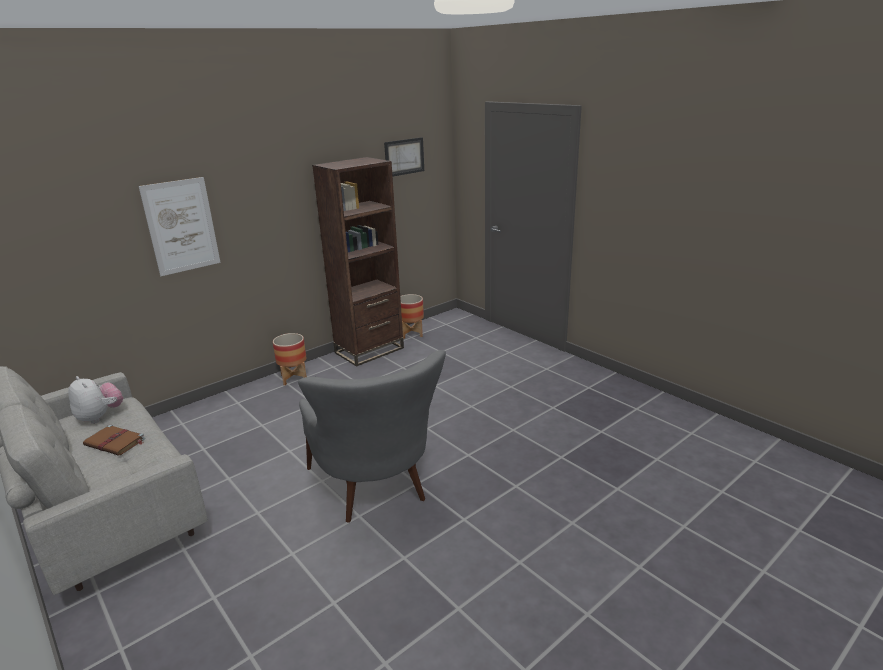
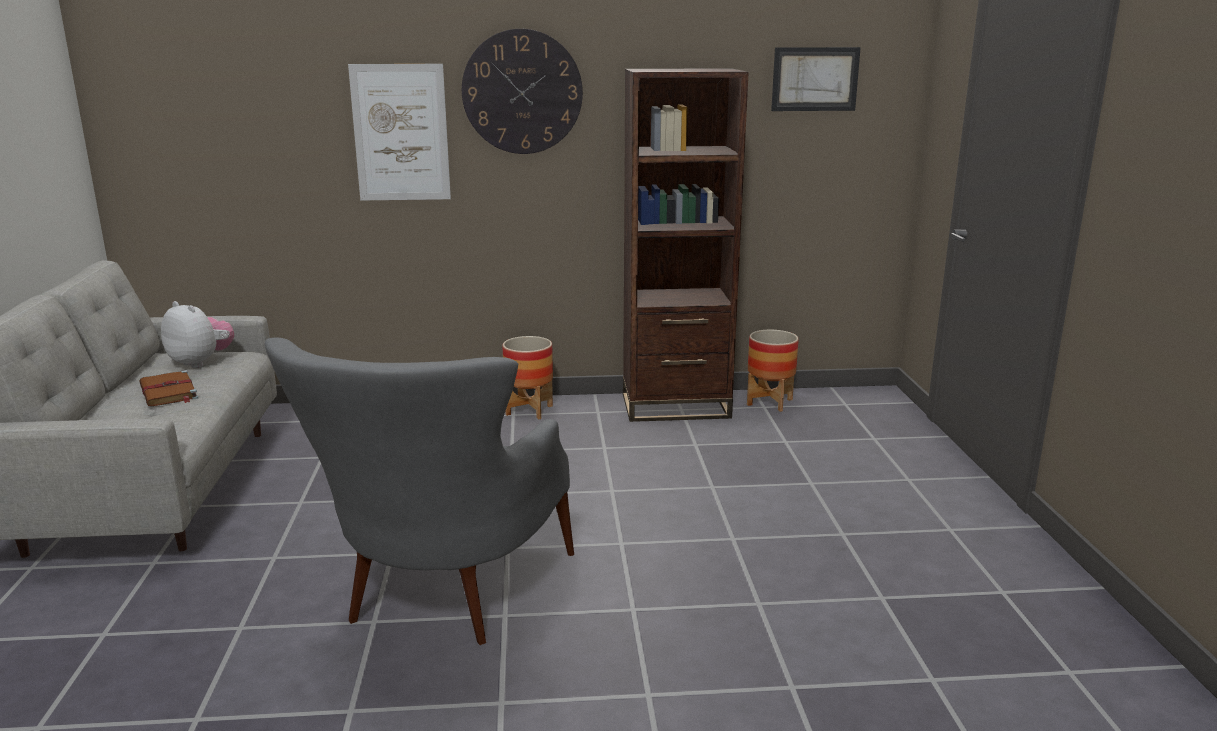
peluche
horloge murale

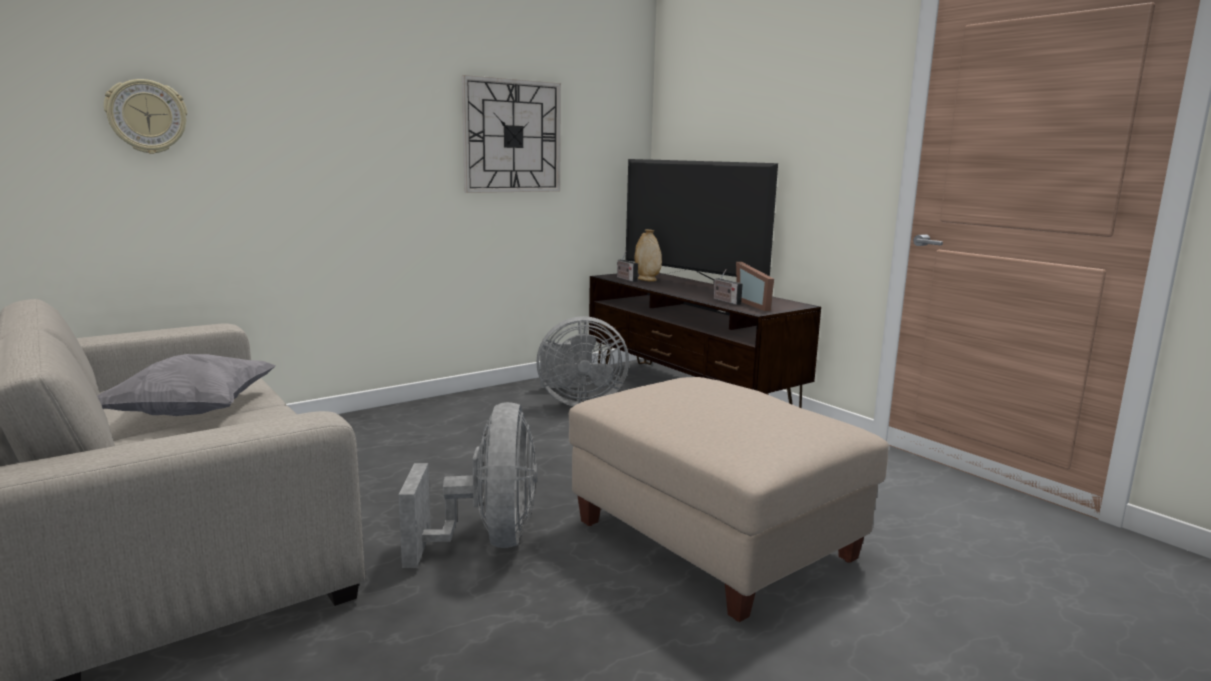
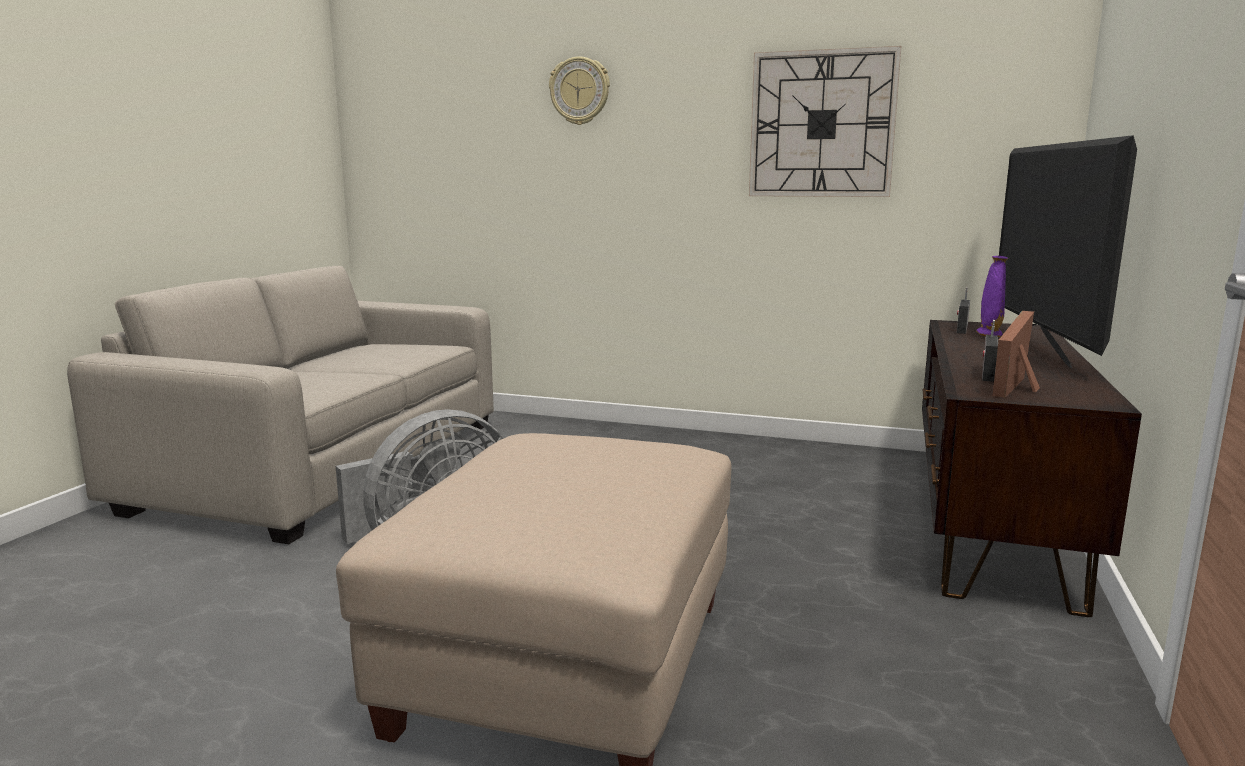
horloge murale (1st from left)
vase [violet]
coussin [gris]
ventilateur [gris] (2nd from left in the first image)

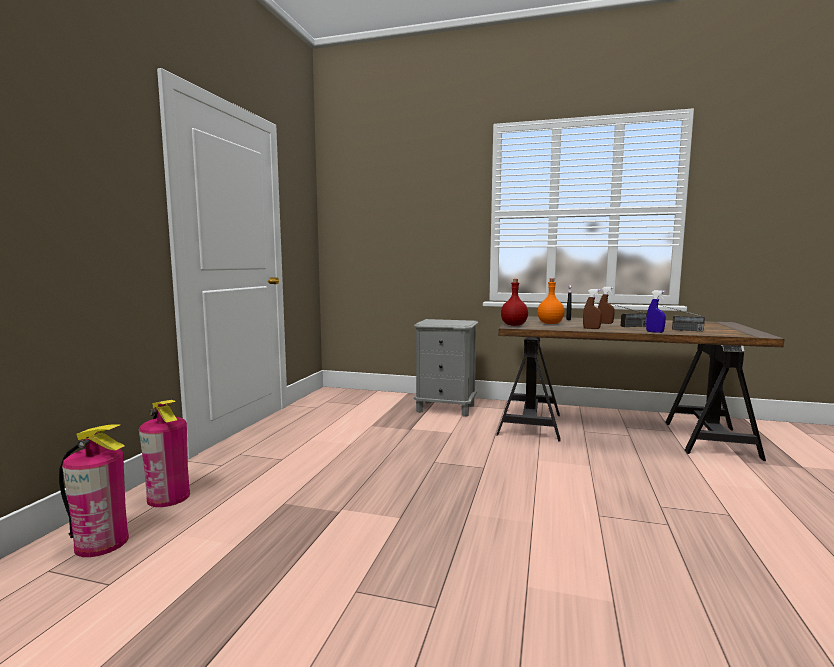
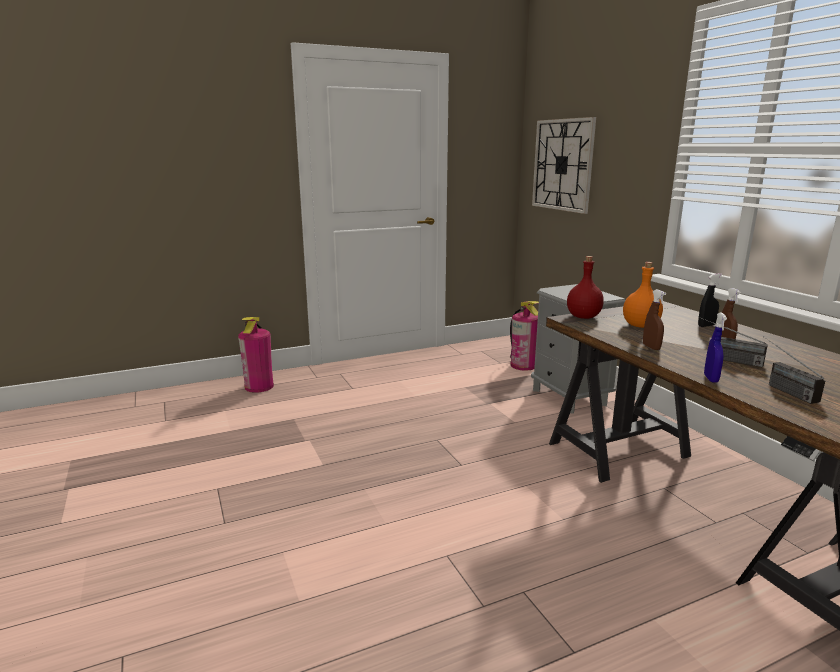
extincteur (2nd from left)
horloge murale

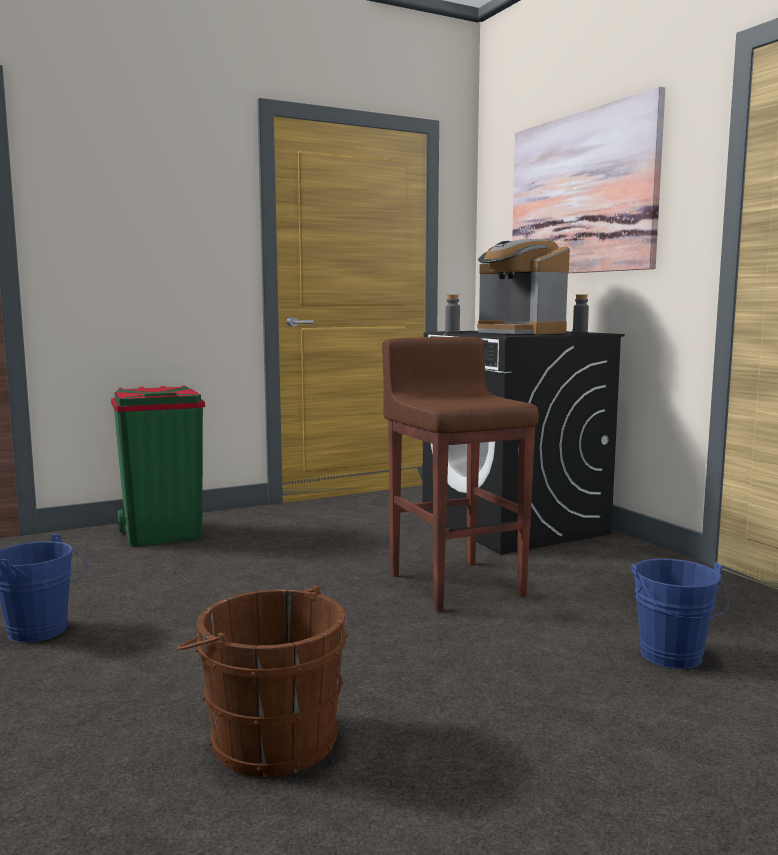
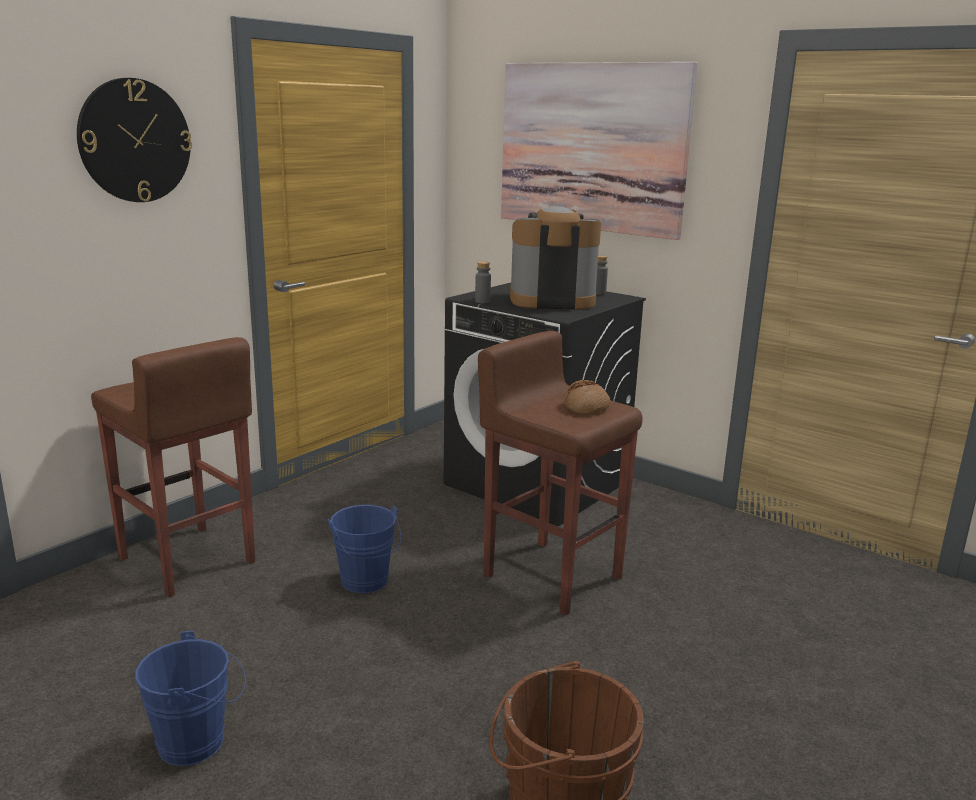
horloge murale
tabouret [marron] (1st from left)
seau [bleu] (2nd from left)
machine à café
pain

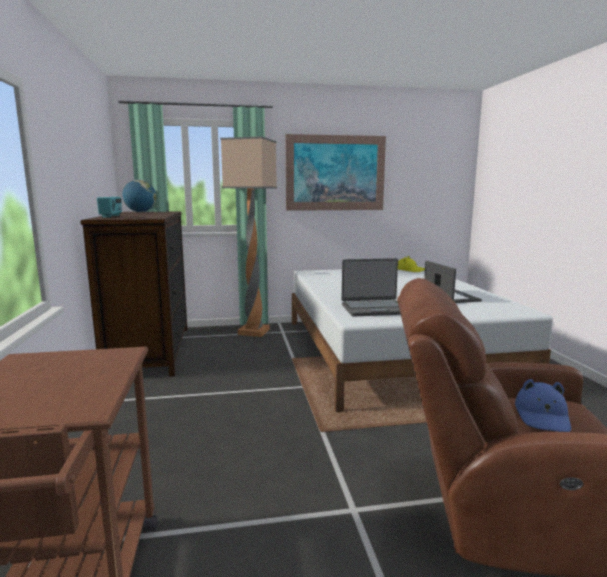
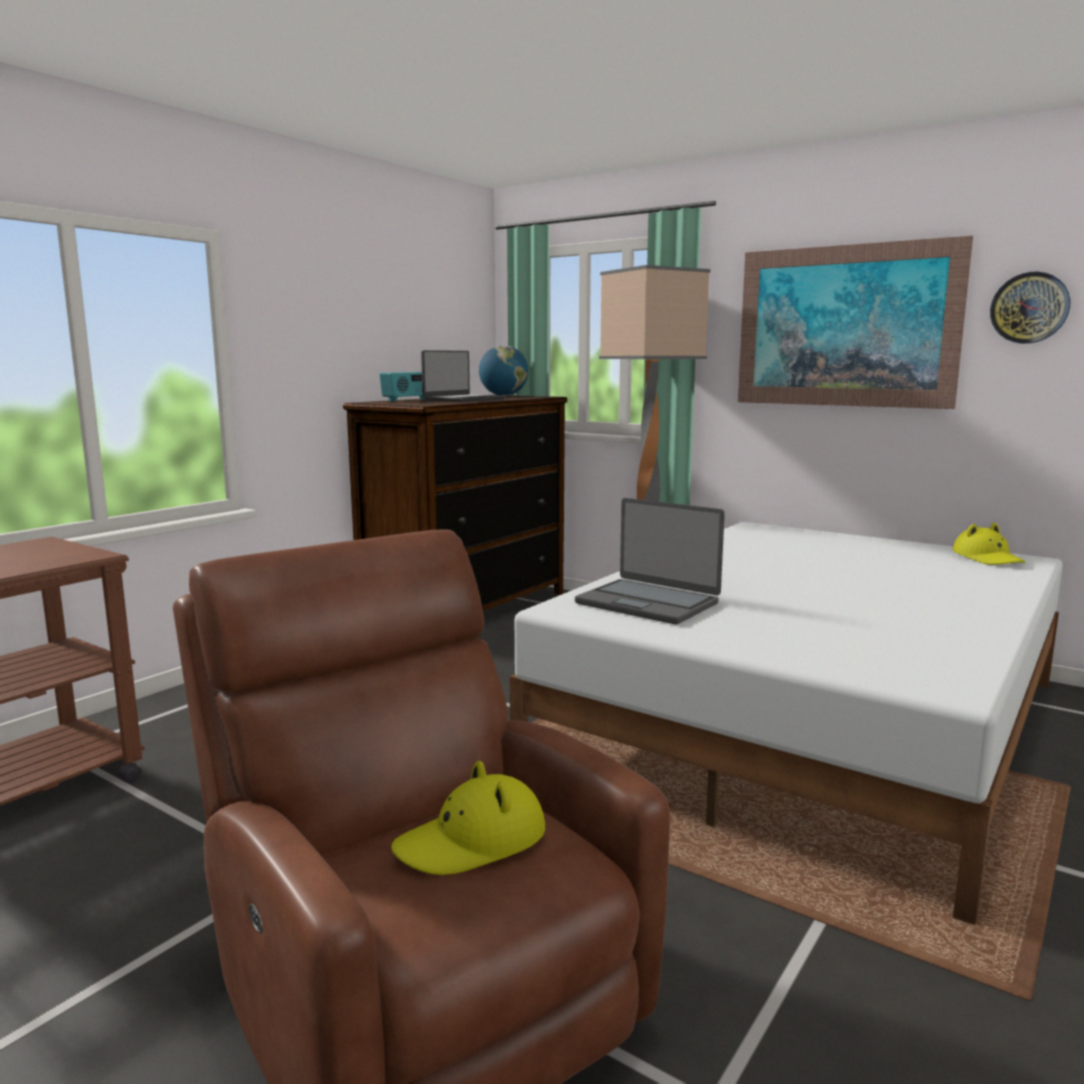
chapeau [jaune] (1st from left)
ordinateur portable (1st from left)
horloge murale

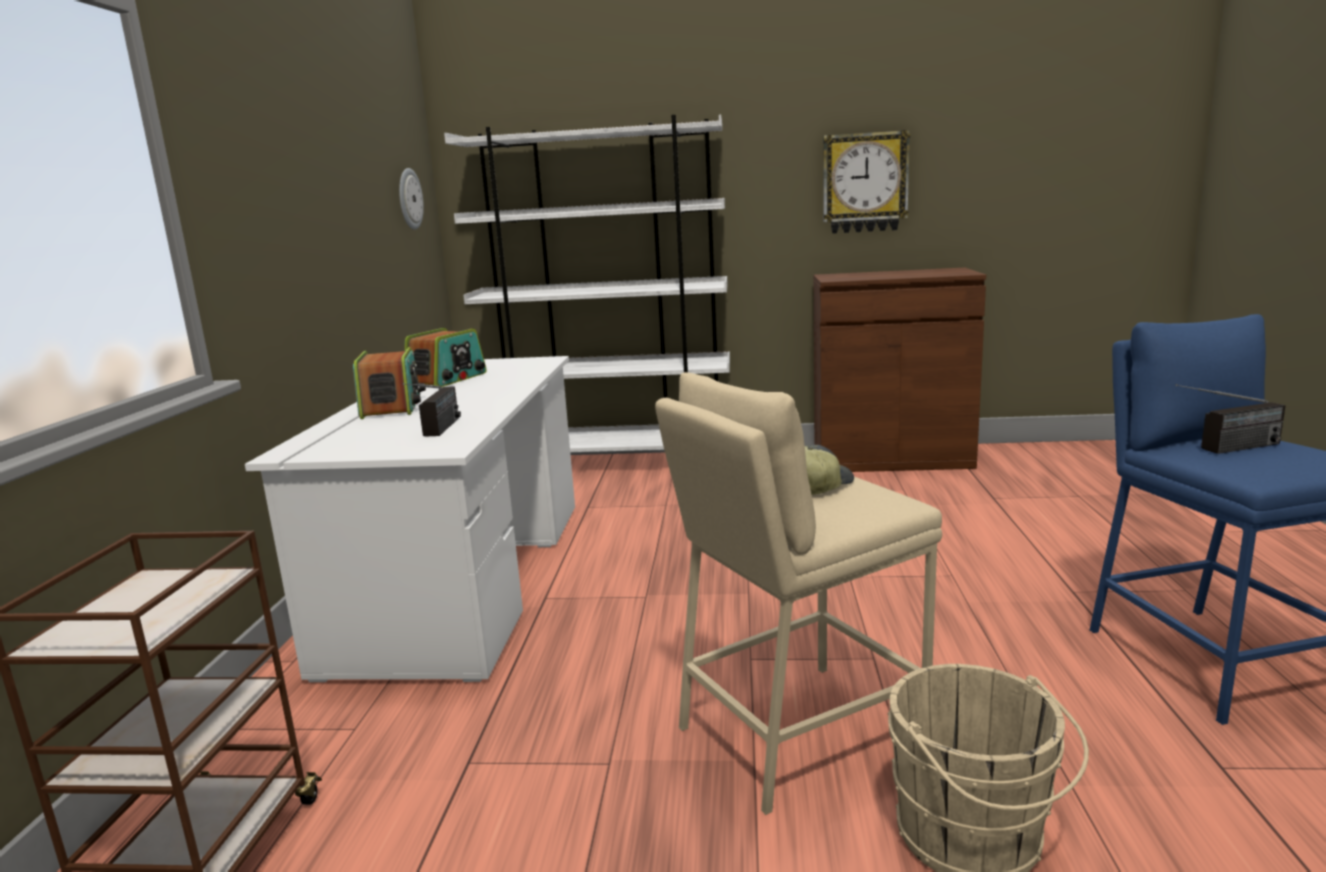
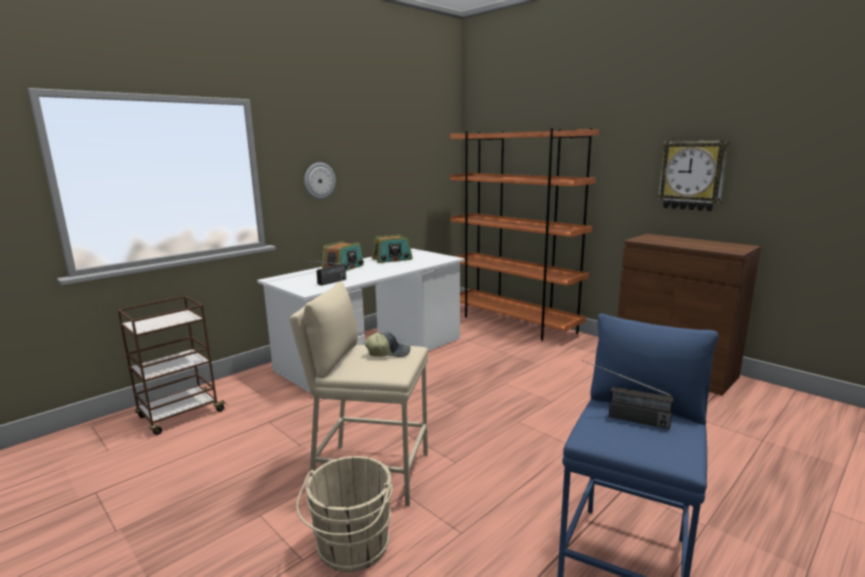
horloge murale (1st from left)
bibliothèque [orange]

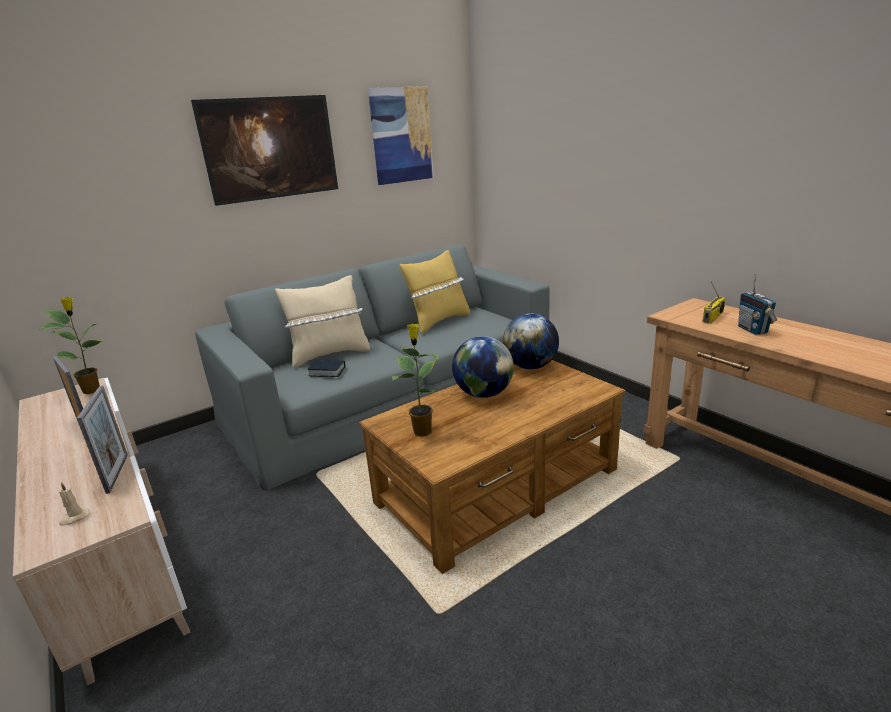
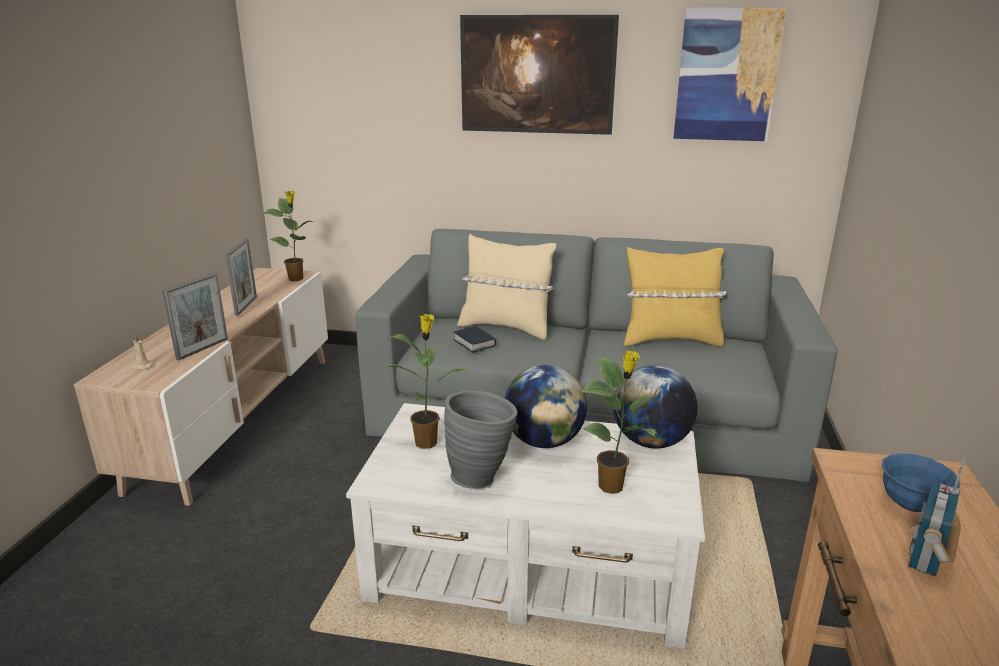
table basse [blanc]
vase [gris]
plante en pot (3rd from left)
bol [bleu]

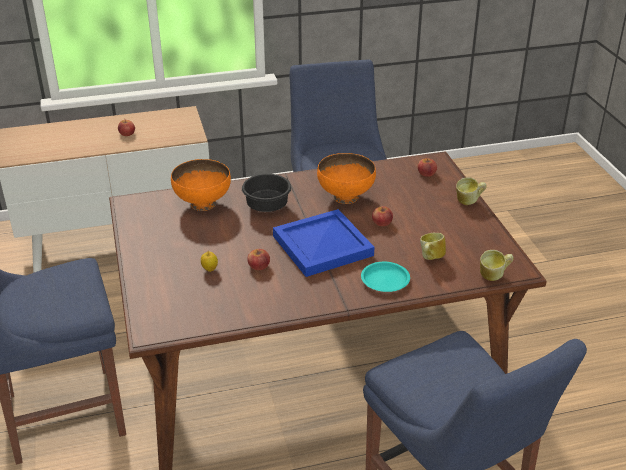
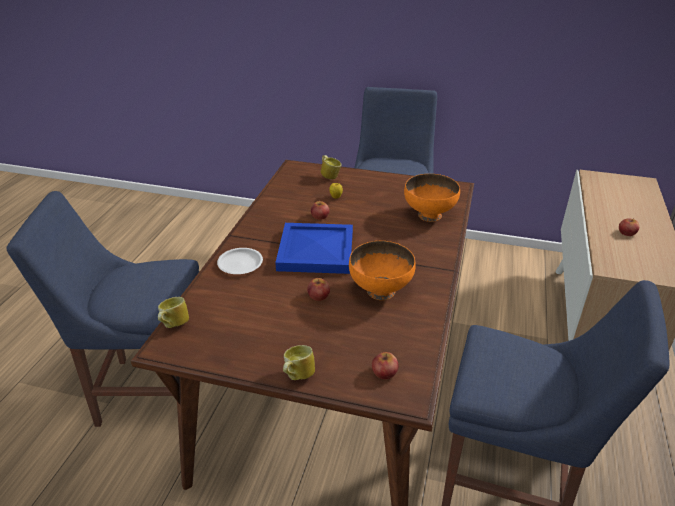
assiette [blanc]
mug (3rd from left)
bol [noir]

